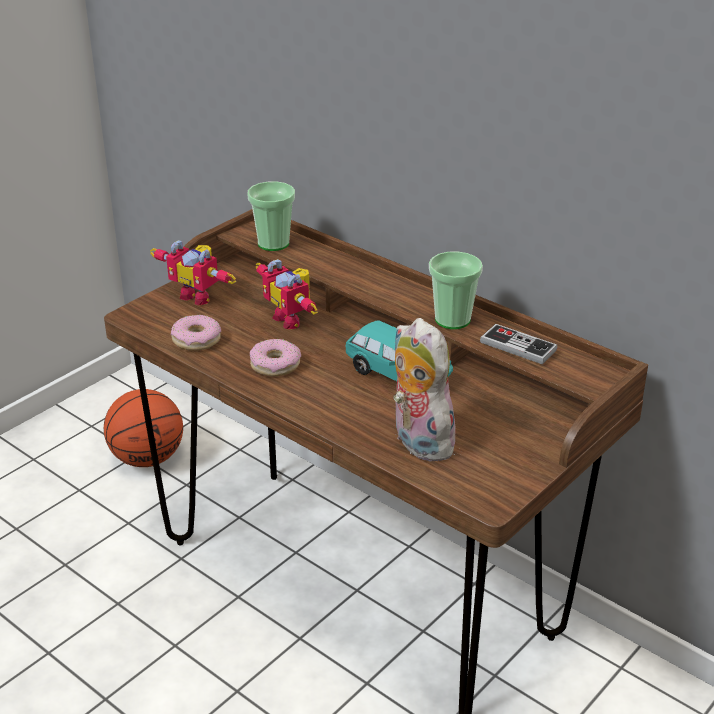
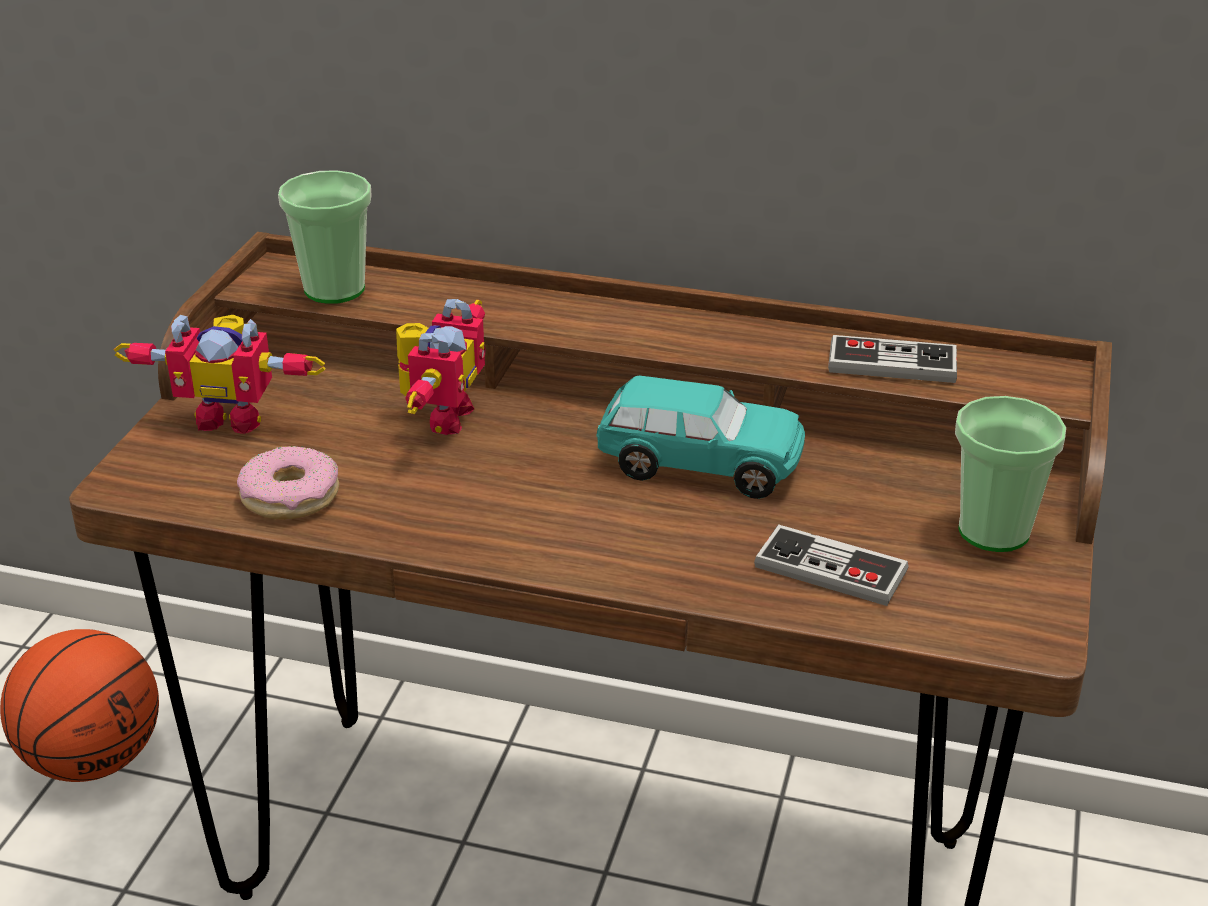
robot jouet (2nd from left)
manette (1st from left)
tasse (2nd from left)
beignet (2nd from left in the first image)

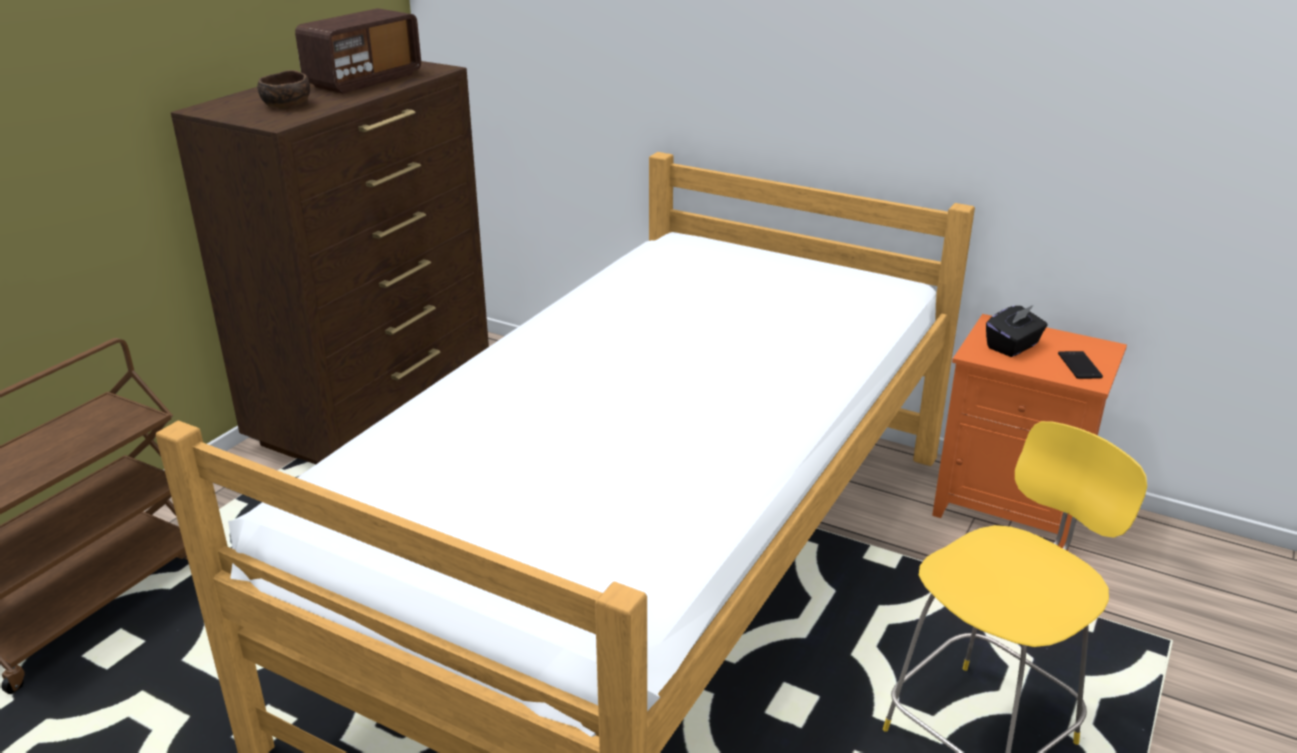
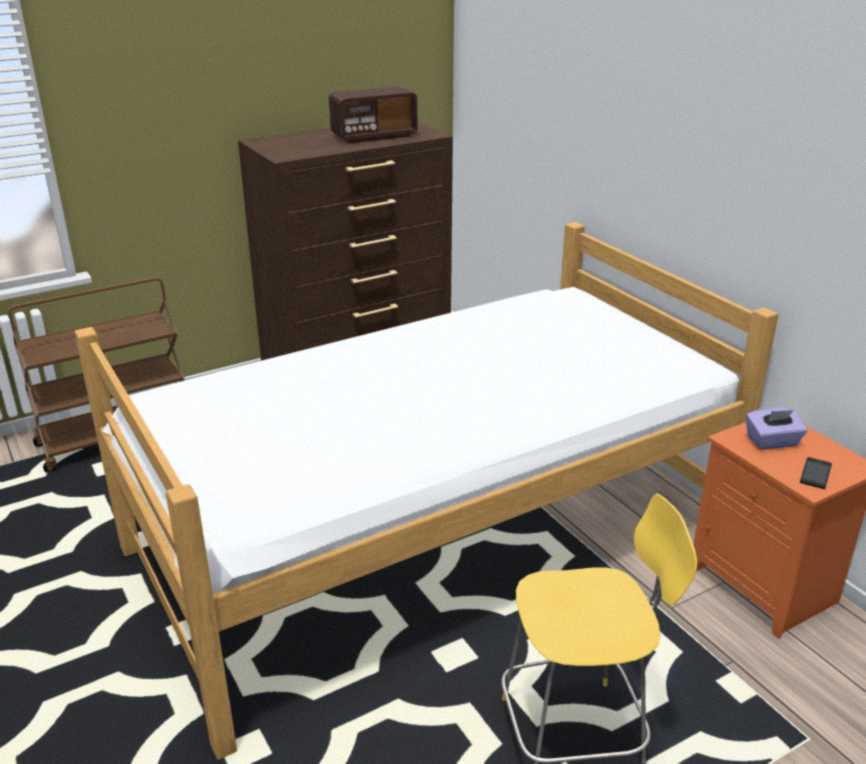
boîte à mouchoirs [violet]
bol [marron]

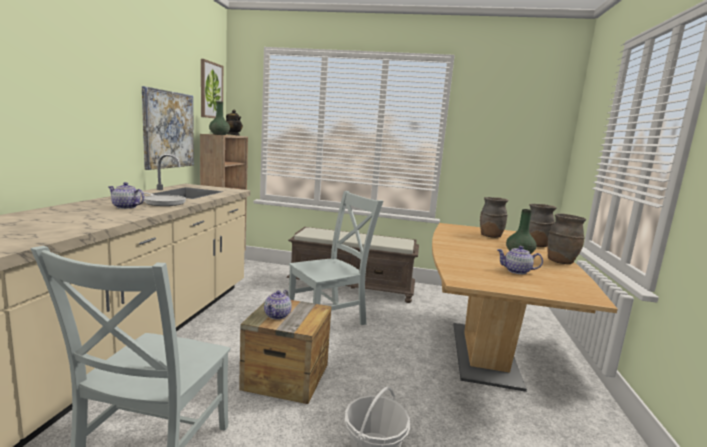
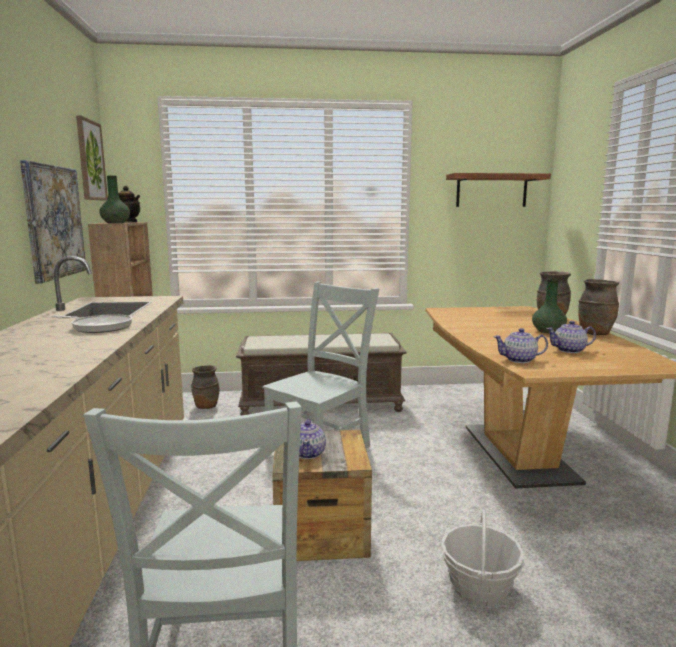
vase [marron] (1st from left)
étagère
théière (3rd from left)

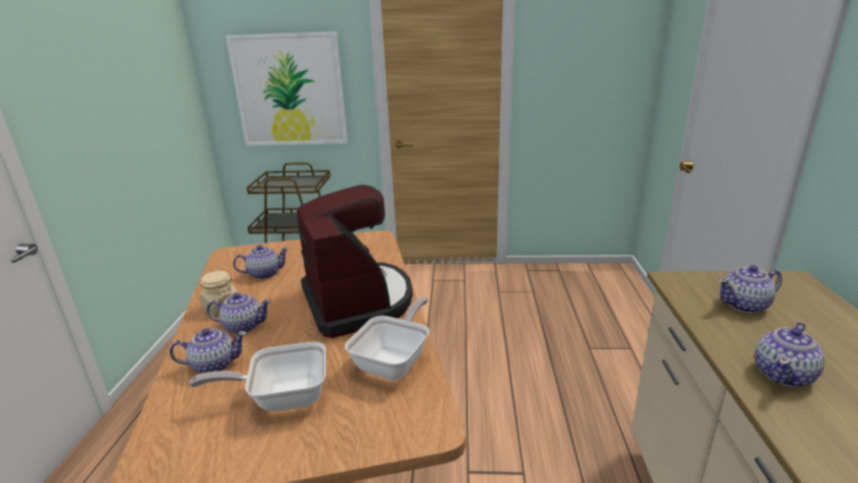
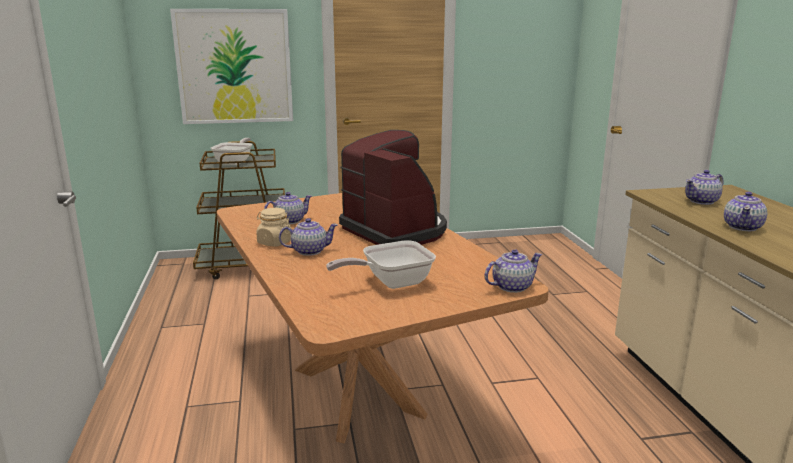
poêle (1st from left)
théière (3rd from left)

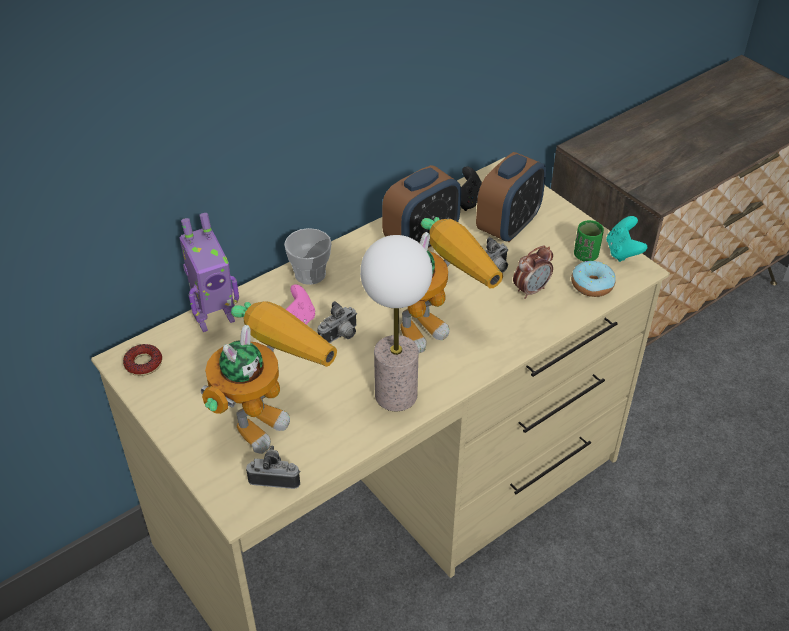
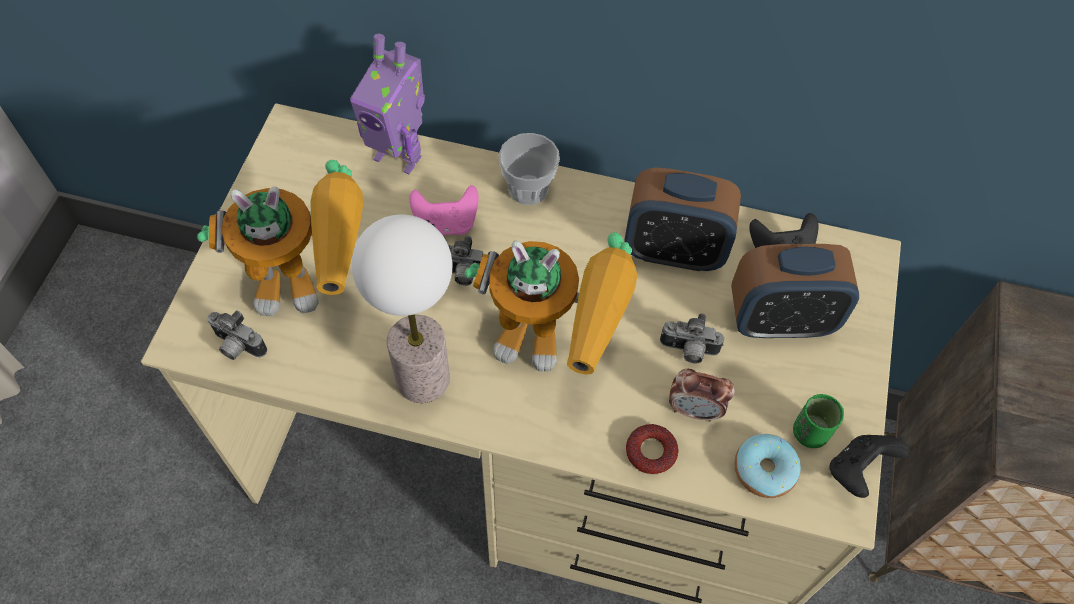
appareil photo (1st from left)
beignet (1st from left)
manette [noir] (2nd from left)

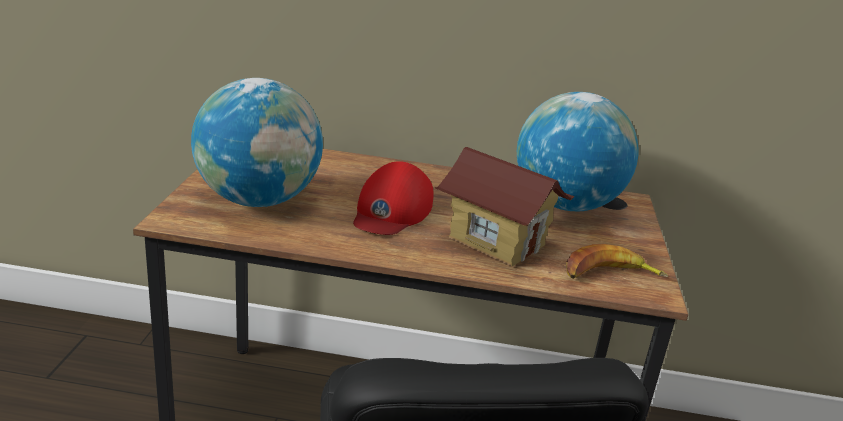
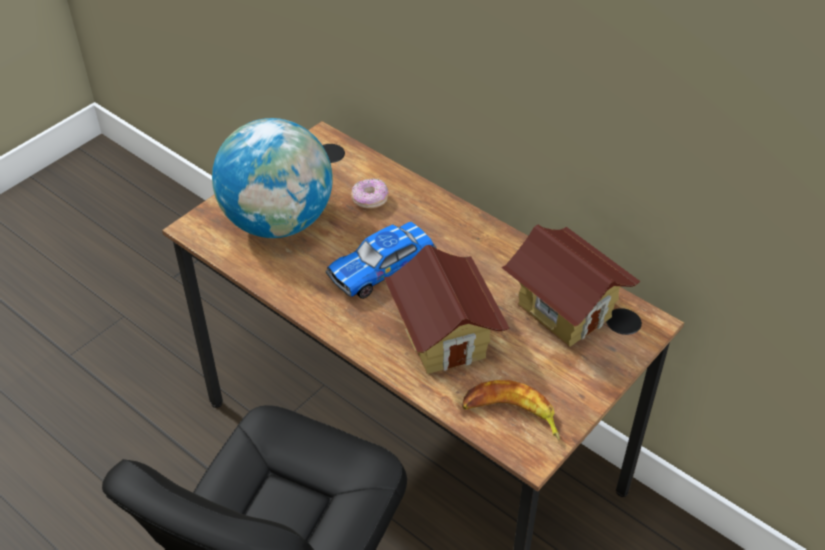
petite voiture
beignet
maison miniature (2nd from left)

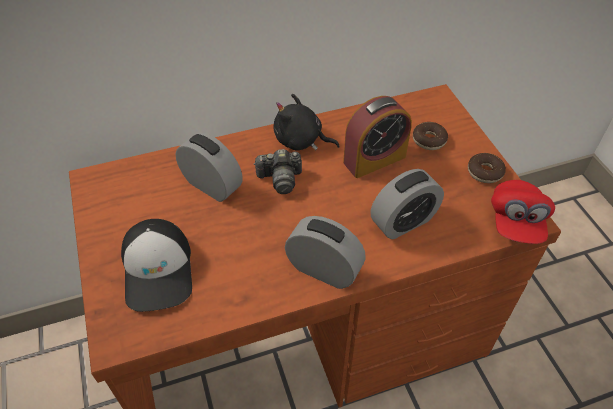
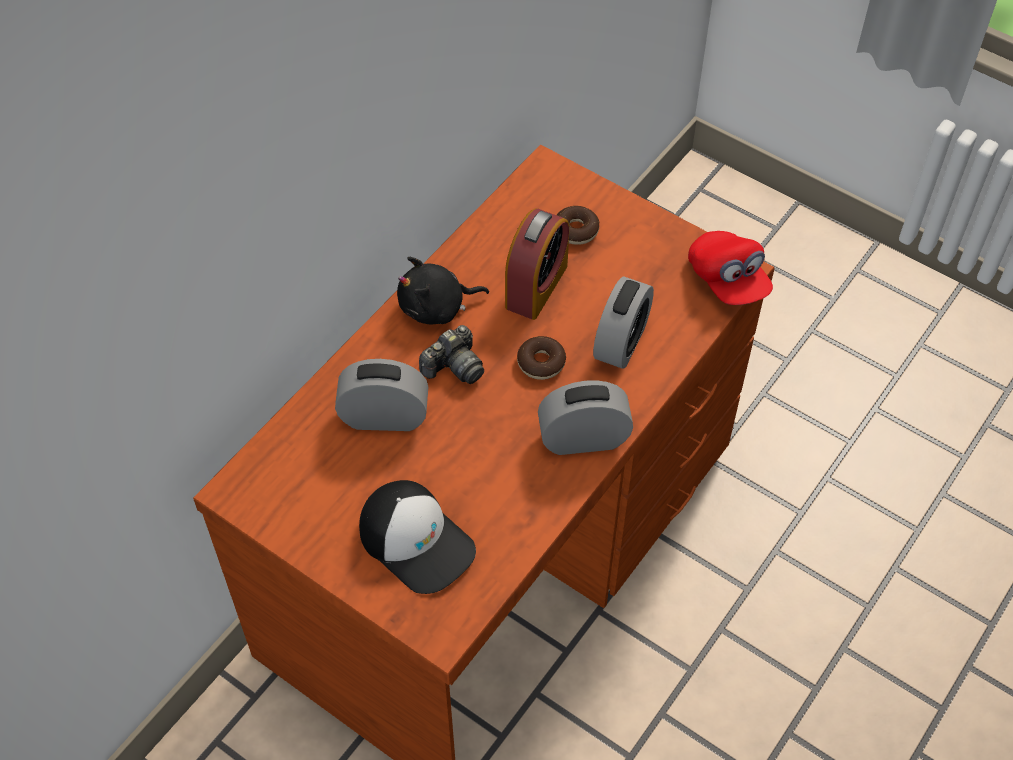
beignet (1st from left)

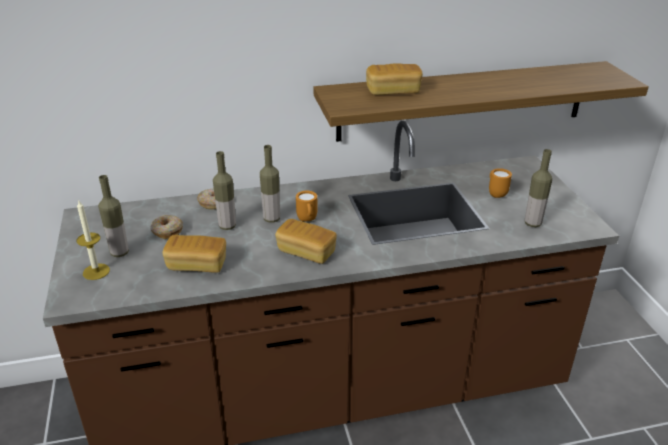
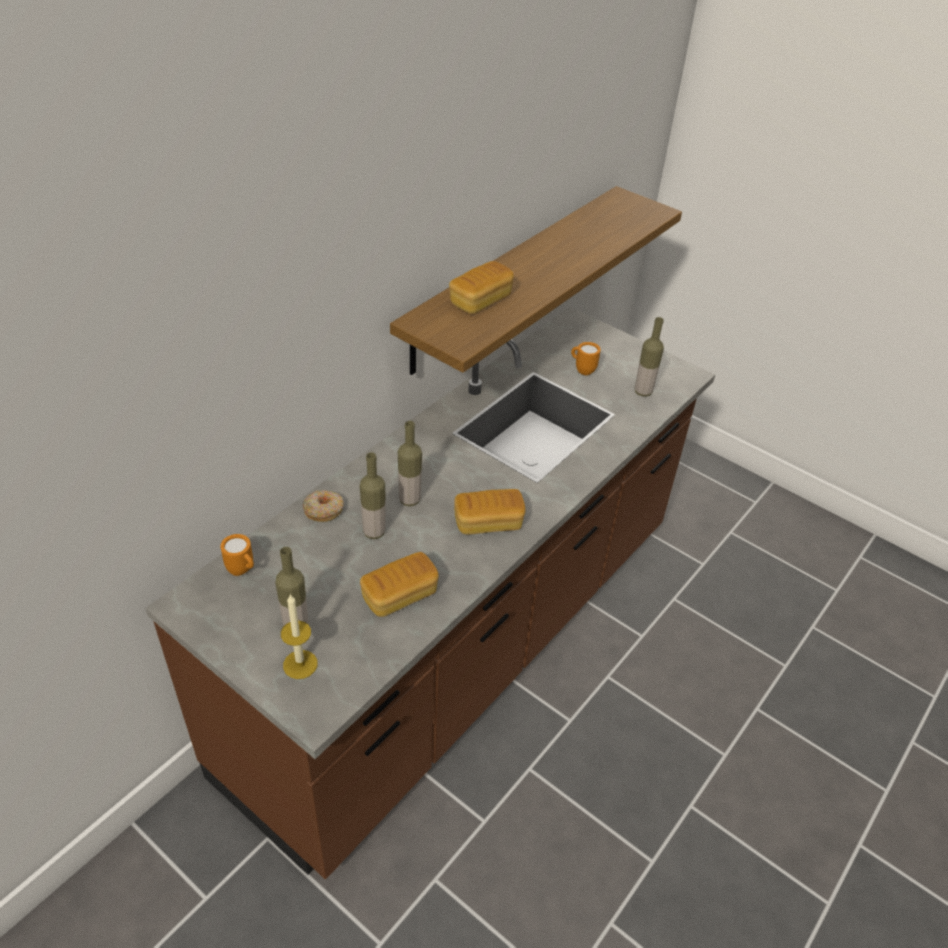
mug [orange] (1st from left)
beignet (1st from left in the first image)

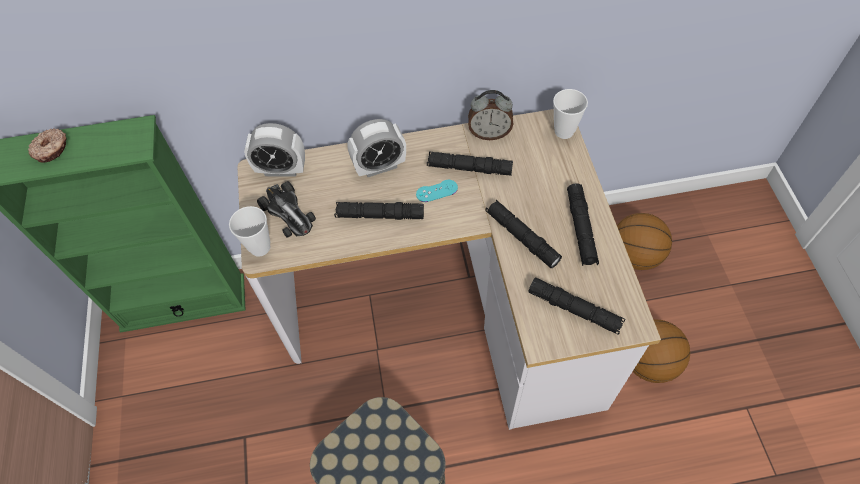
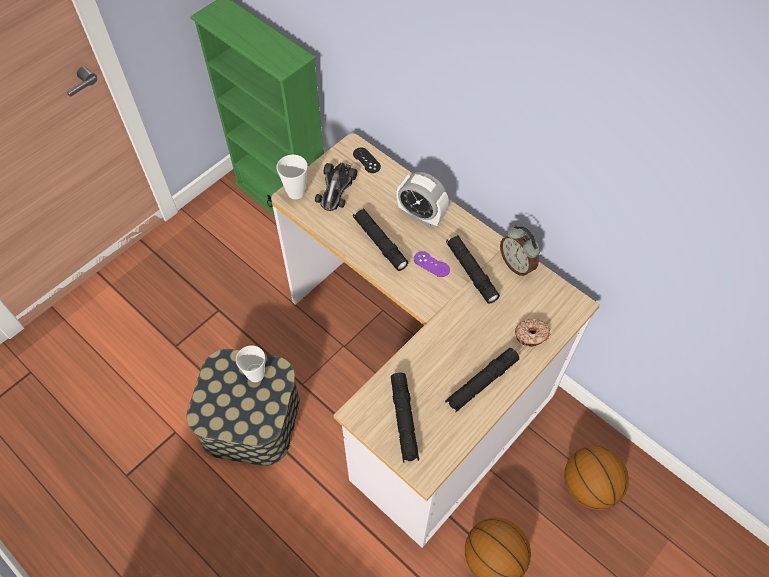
tasse (1st from left)
manette [noir]
manette [violet]
beignet
lampe de poche [noir] (3rd from left in the first image)

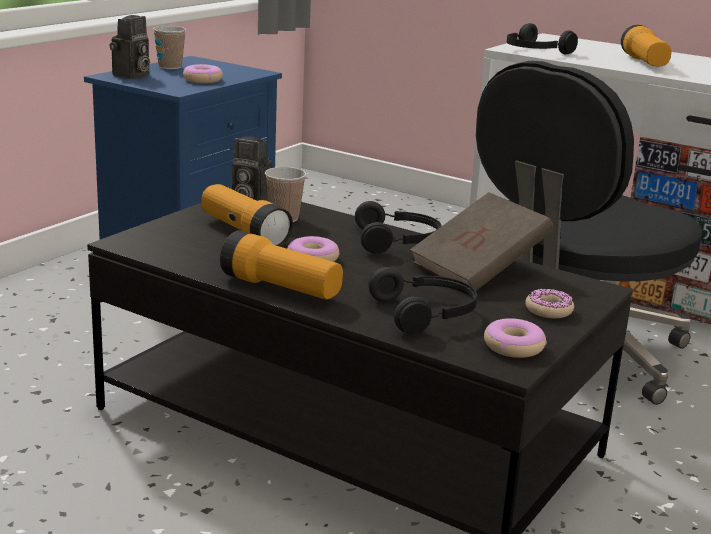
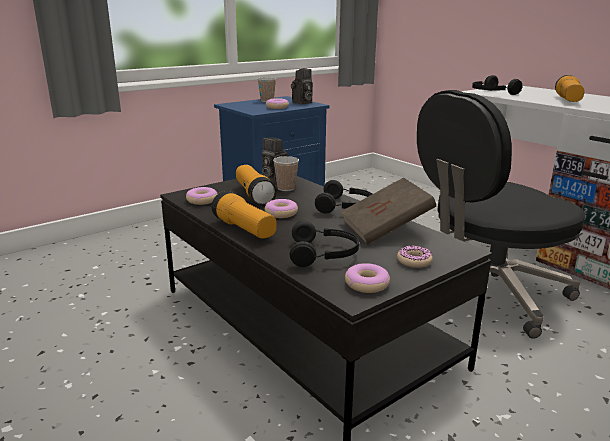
beignet (1st from left)
appareil photo (2nd from left)

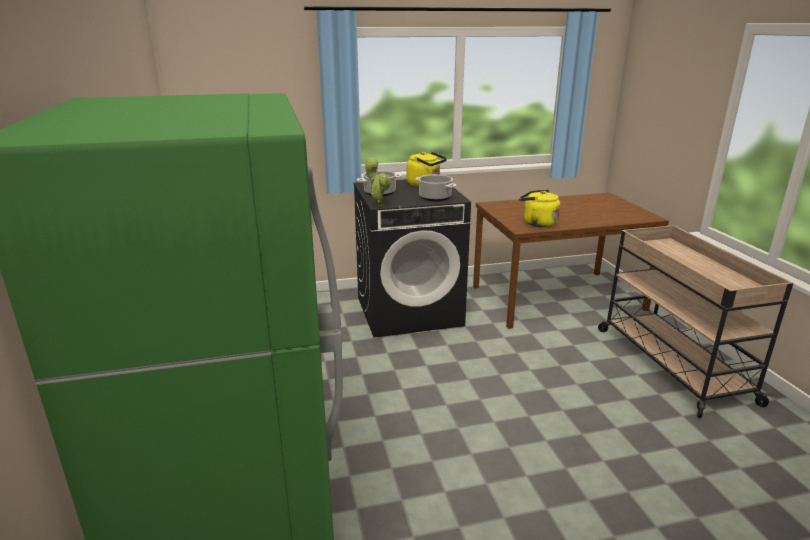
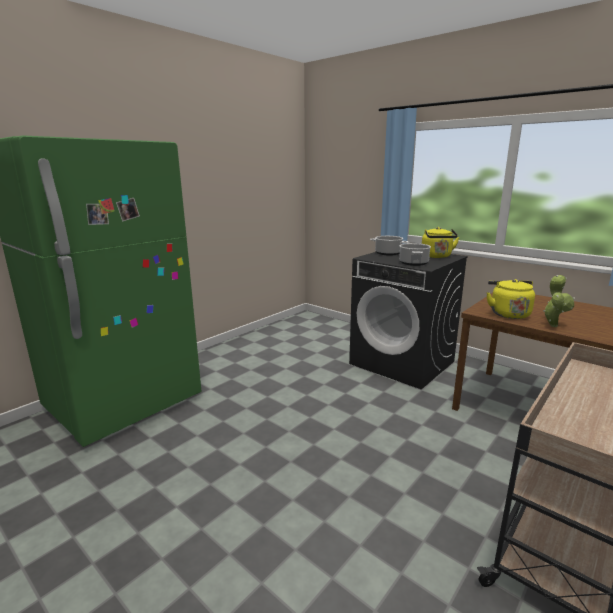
plante en pot

